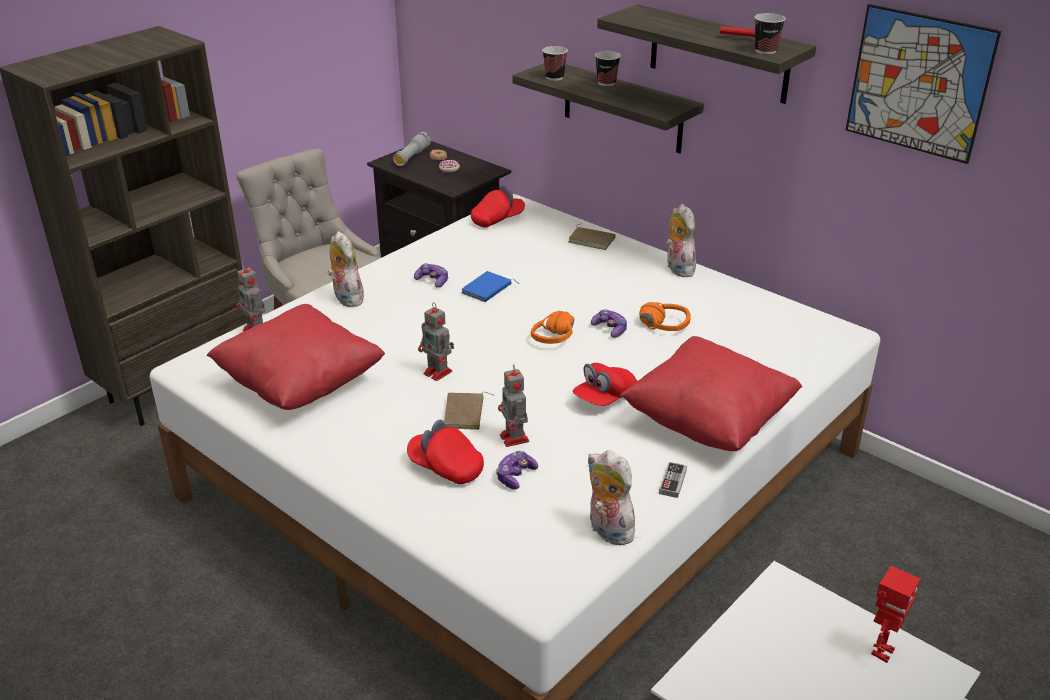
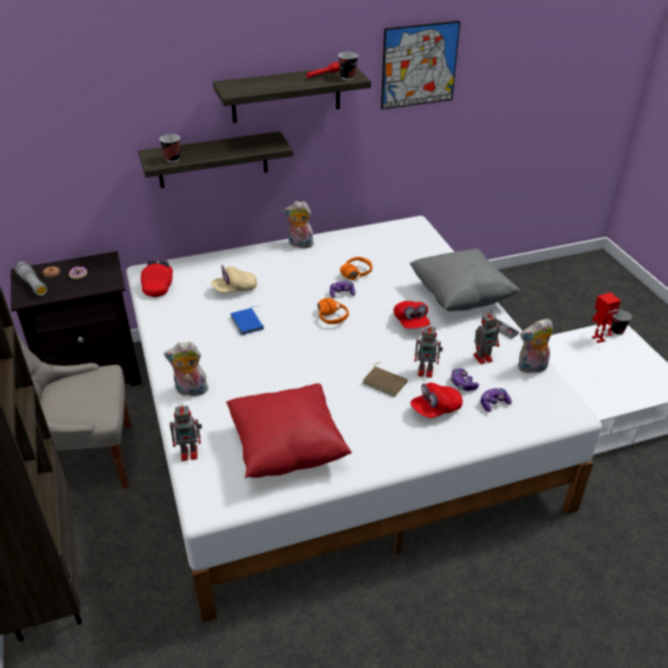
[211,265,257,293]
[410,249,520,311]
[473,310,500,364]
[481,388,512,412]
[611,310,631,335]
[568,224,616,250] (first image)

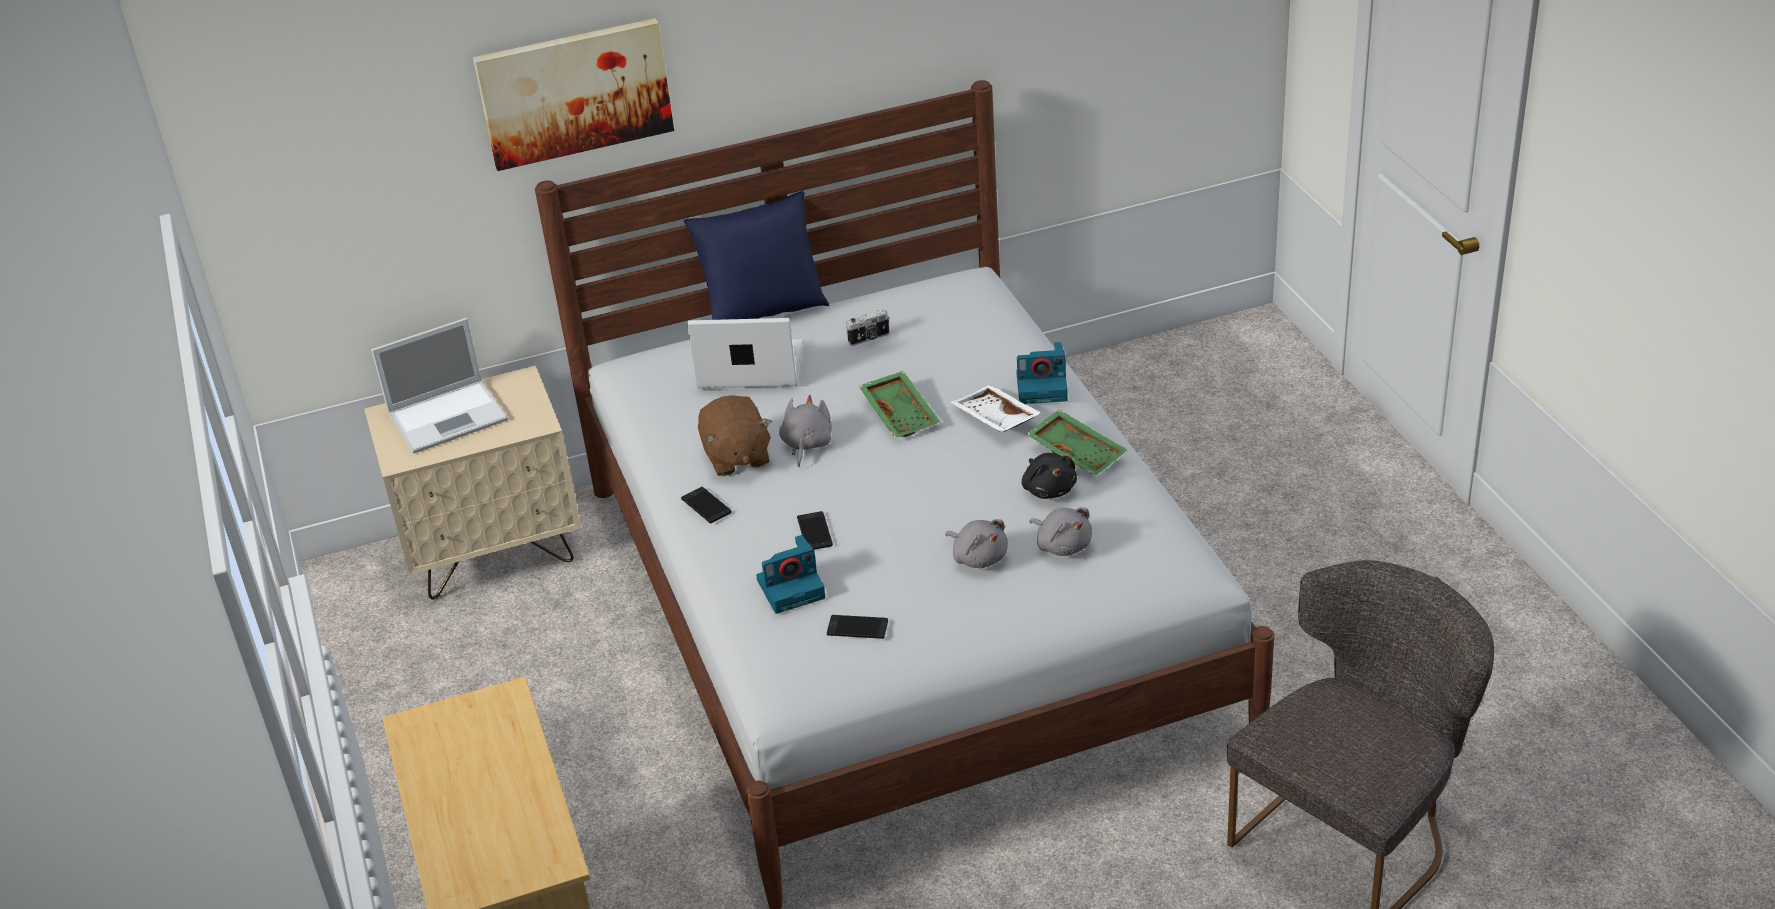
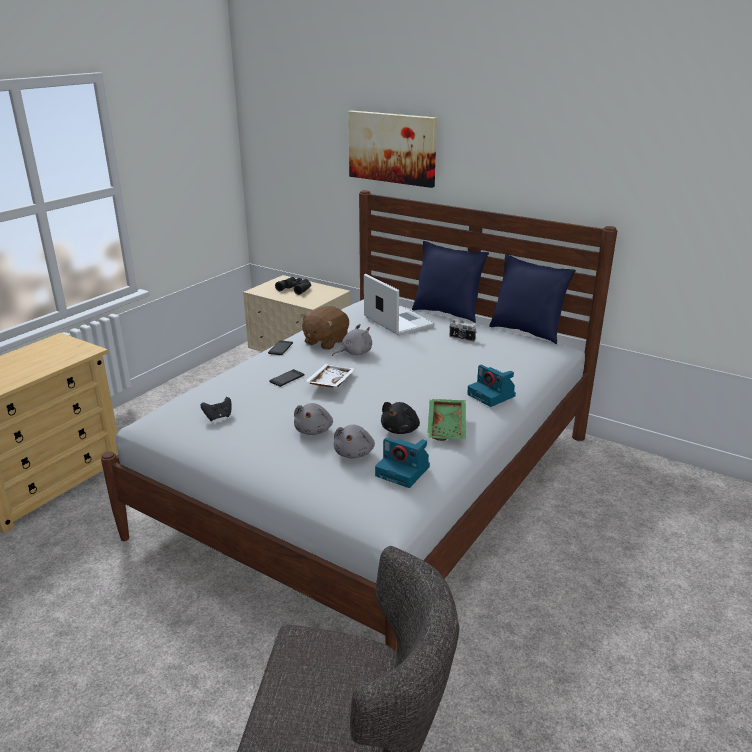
[200,397,232,421]
[275,277,311,295]
[304,364,355,388]
[375,438,430,488]
[489,255,576,344]
[859,371,941,438] (first image)

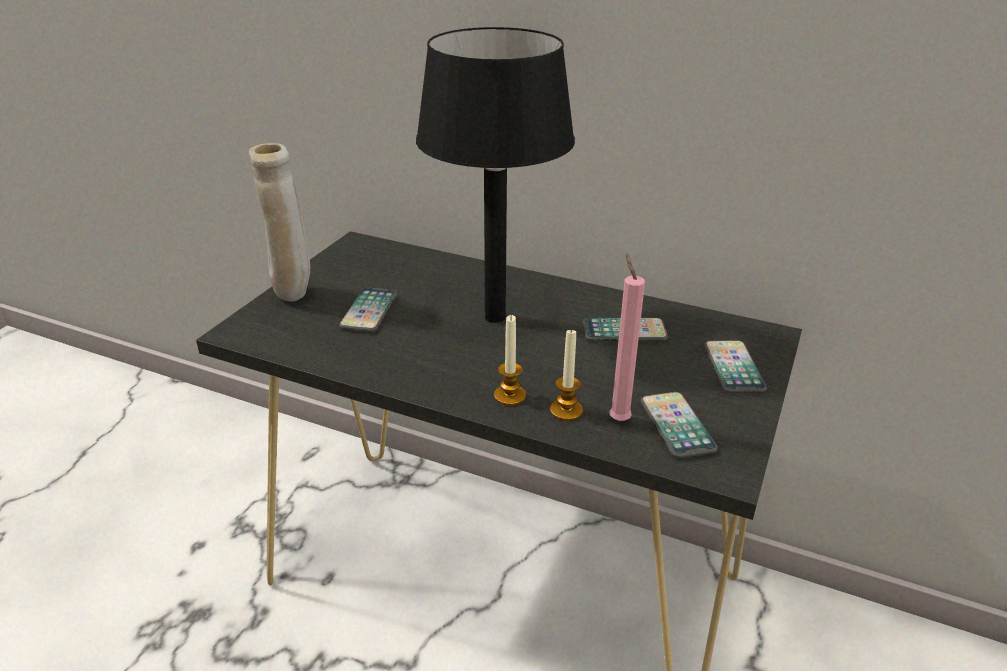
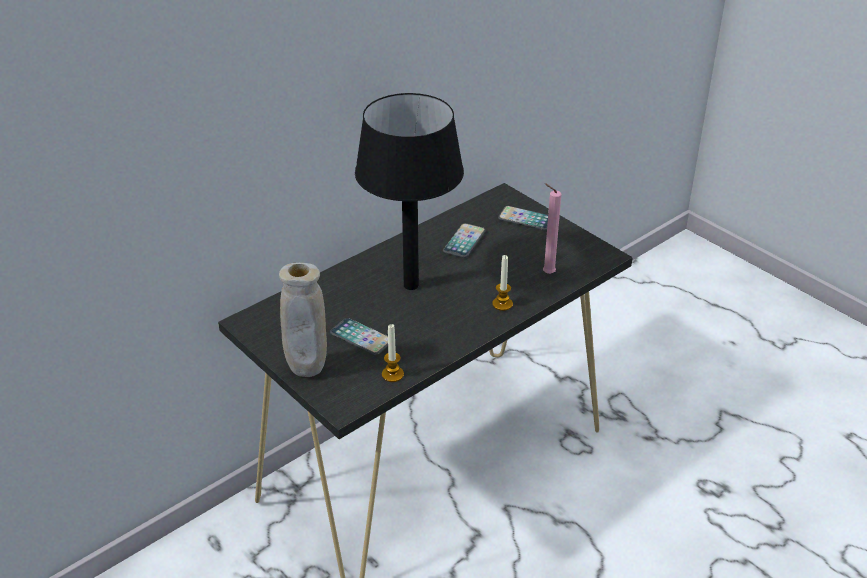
[382,324,404,382]
[640,392,718,458] (first image)

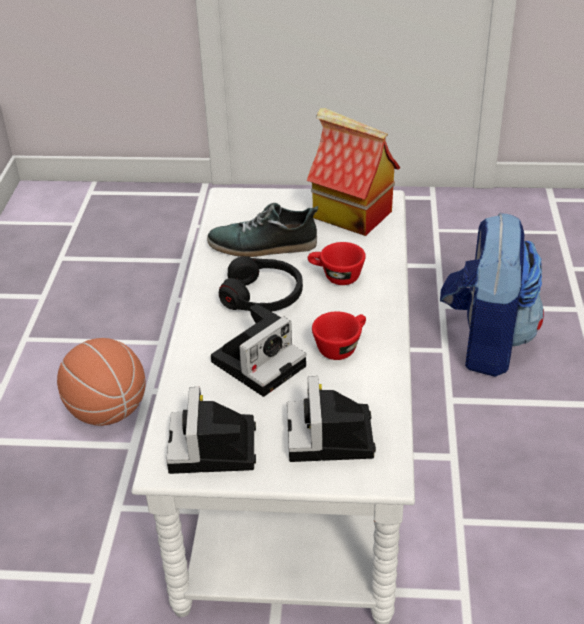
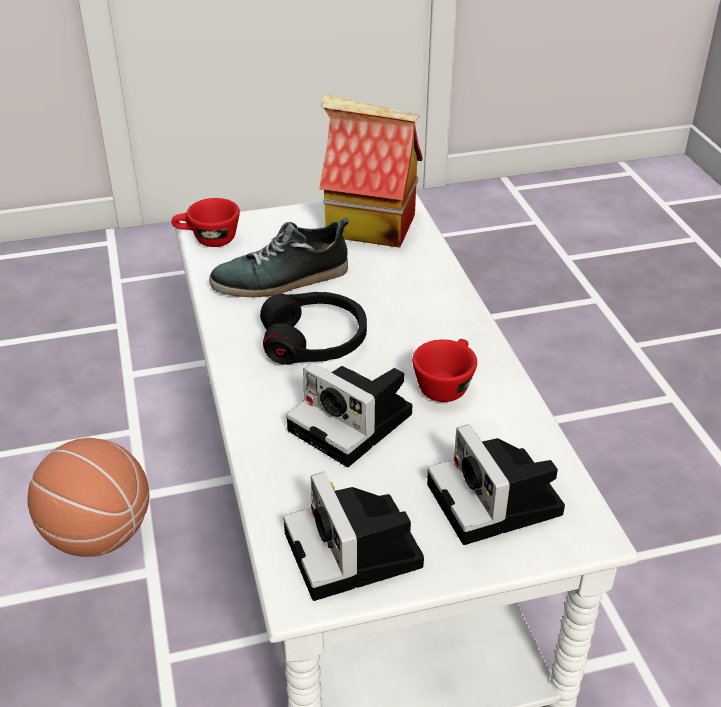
[171,198,240,247]
[286,362,412,467]
[440,213,544,377] (first image)

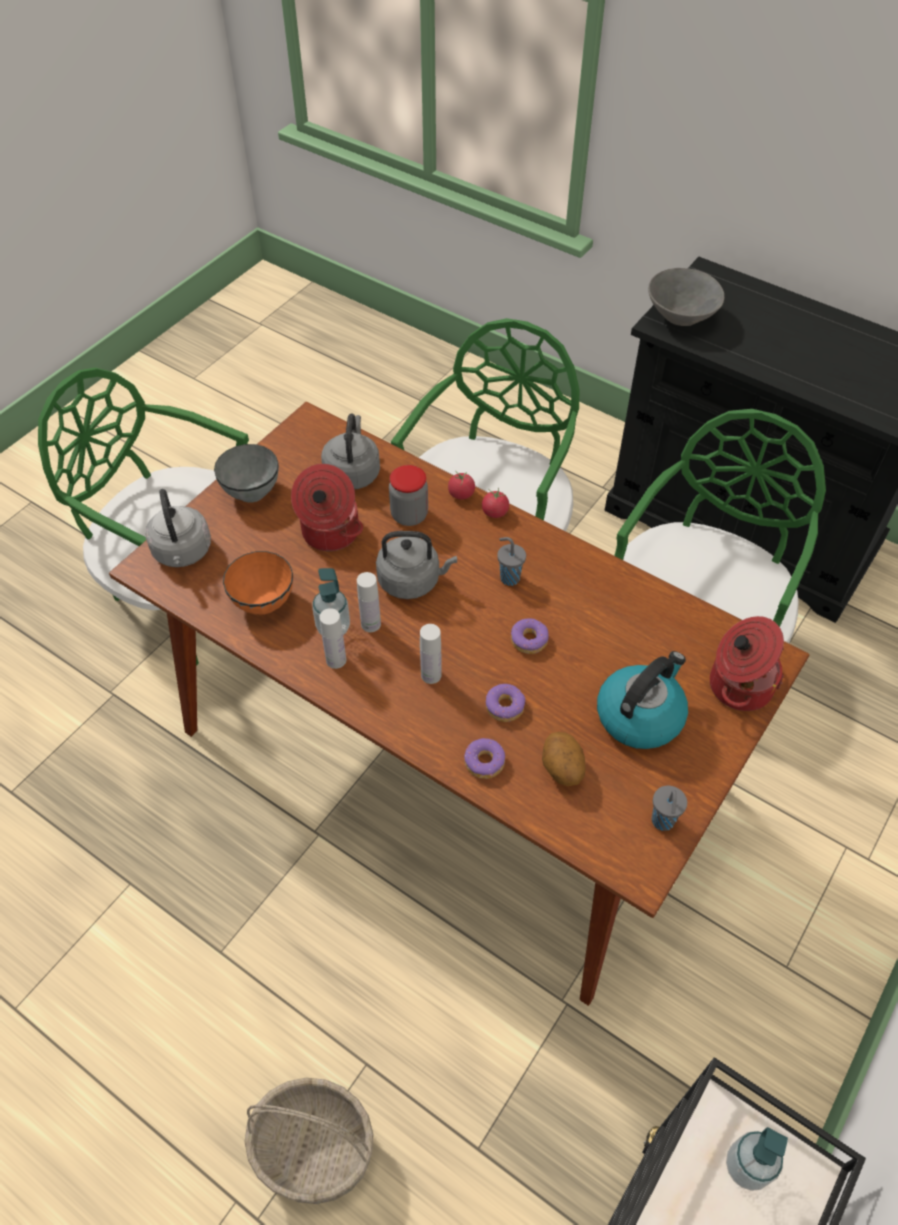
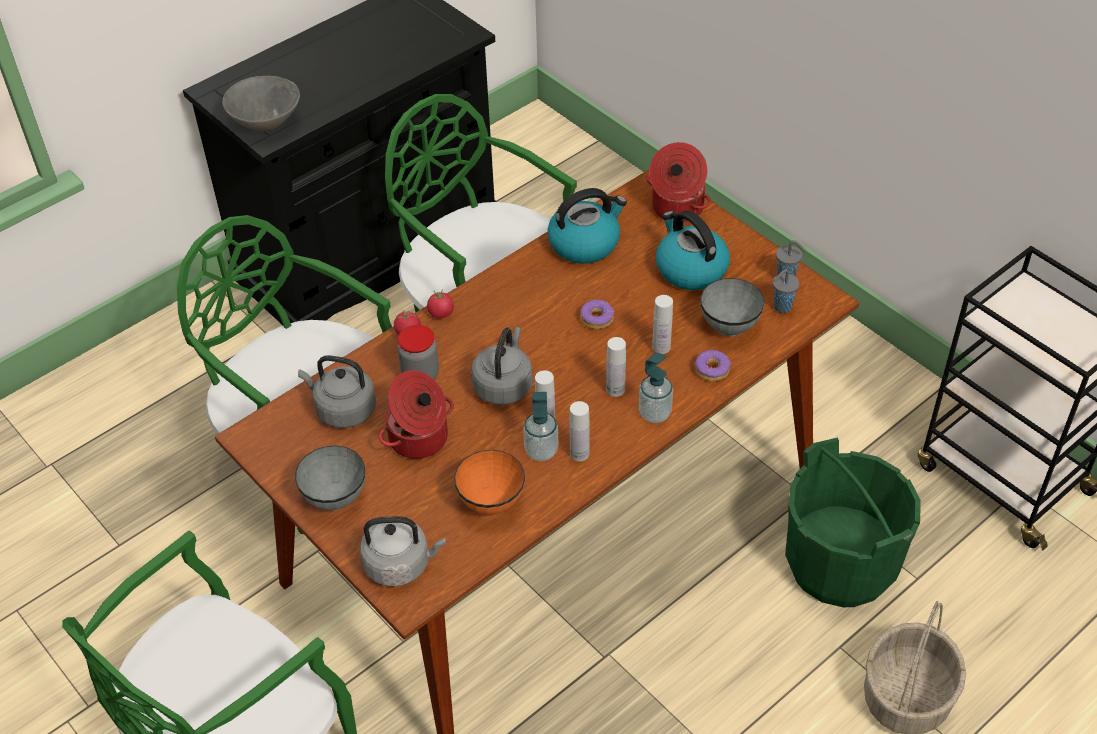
[548,188,627,264]
[639,352,673,423]
[652,295,673,354]
[700,278,765,336]
[773,269,800,313]
[785,438,921,607]

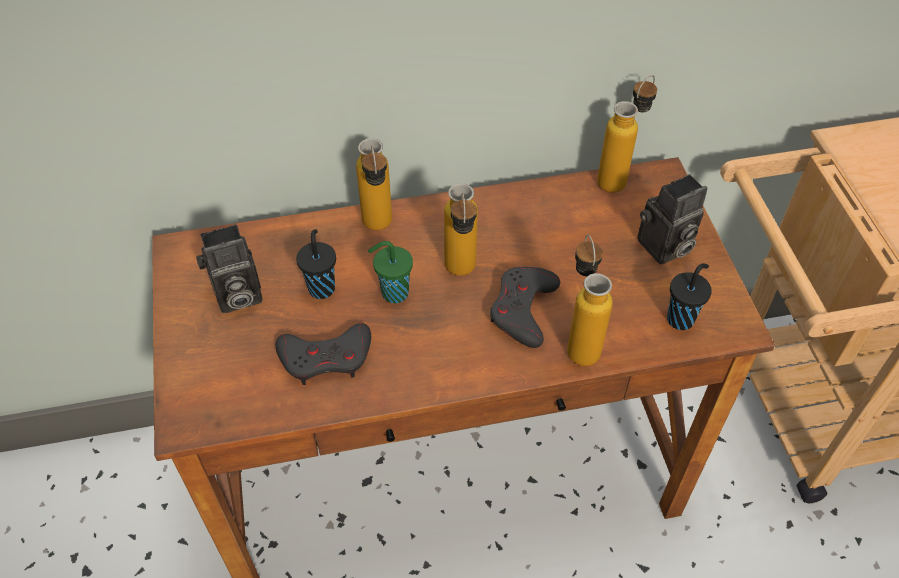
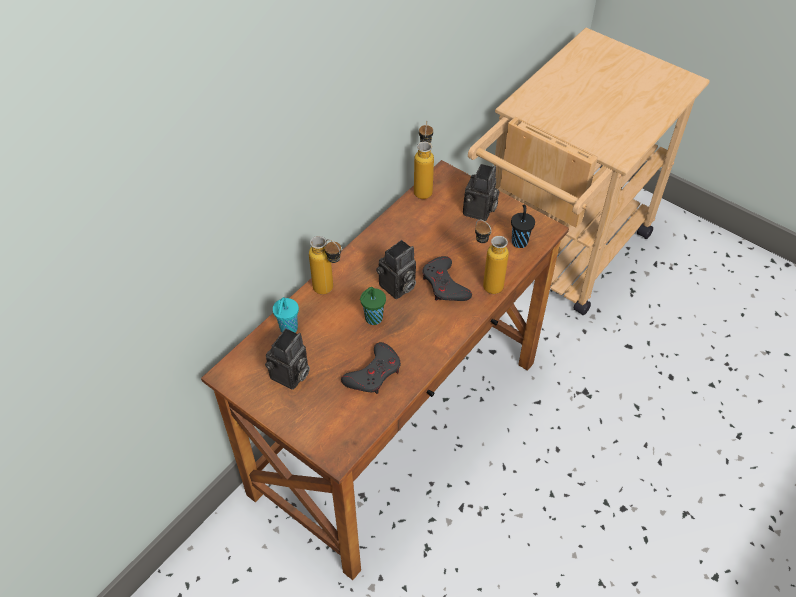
[273,297,299,333]
[376,240,416,299]
[296,229,336,299] (first image)

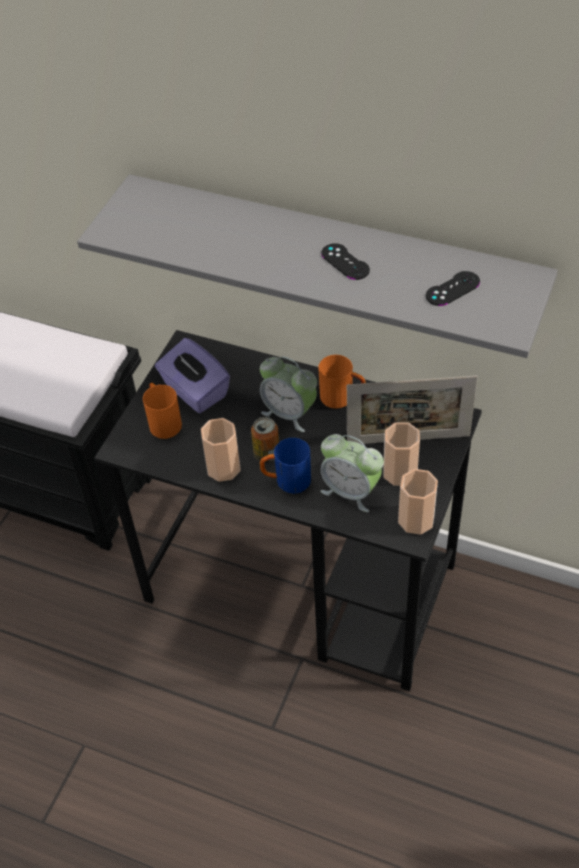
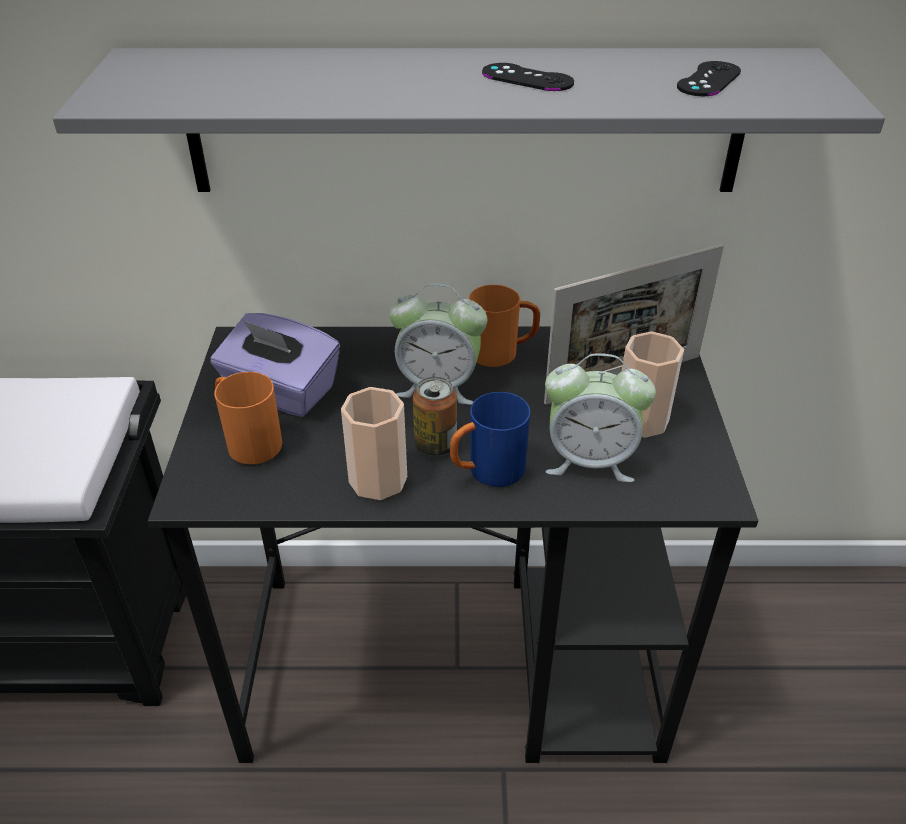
[398,469,438,535] (first image)

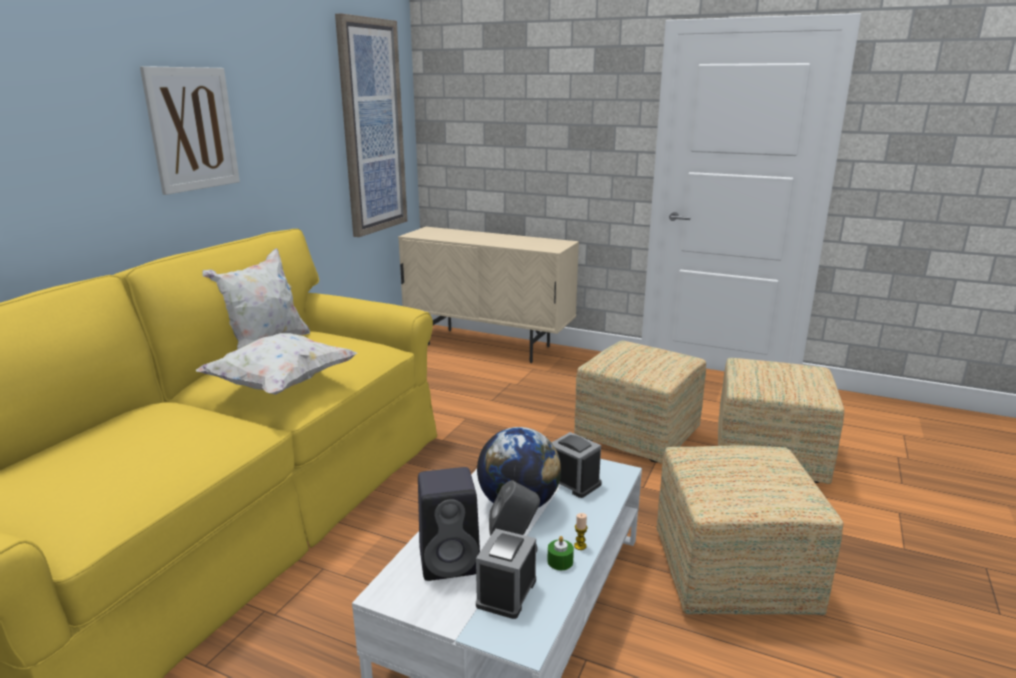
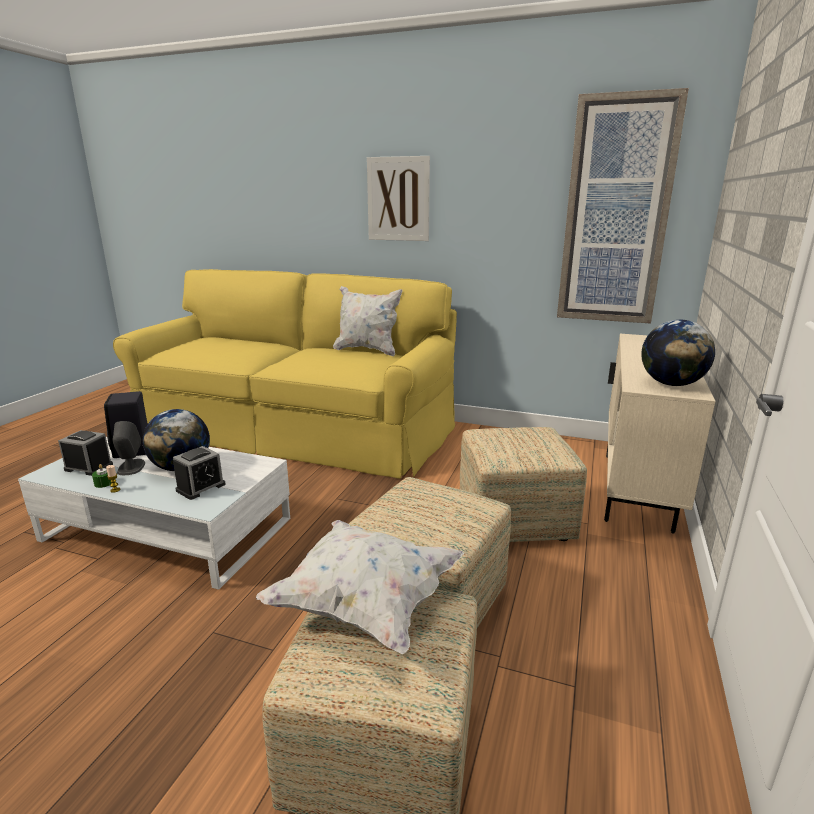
[256,520,464,654]
[460,427,587,542]
[641,320,715,386]

